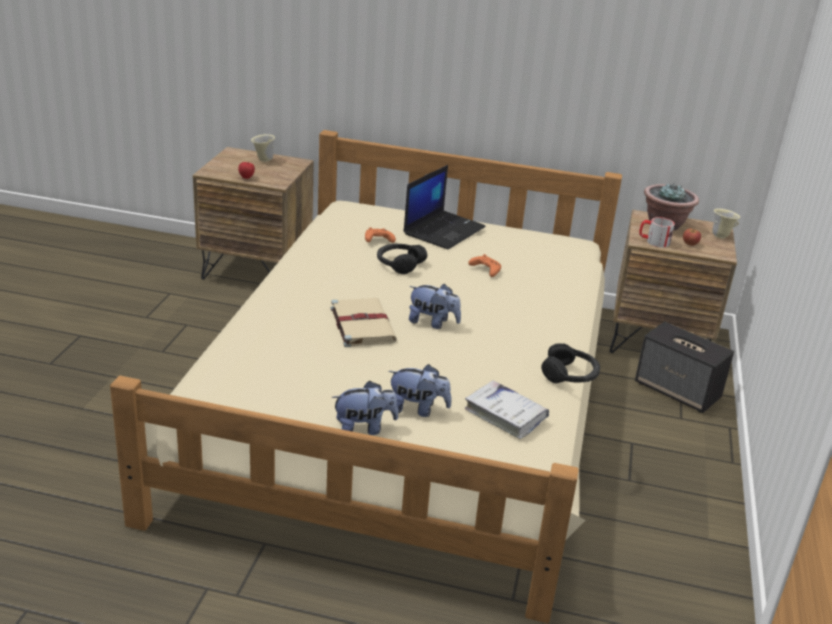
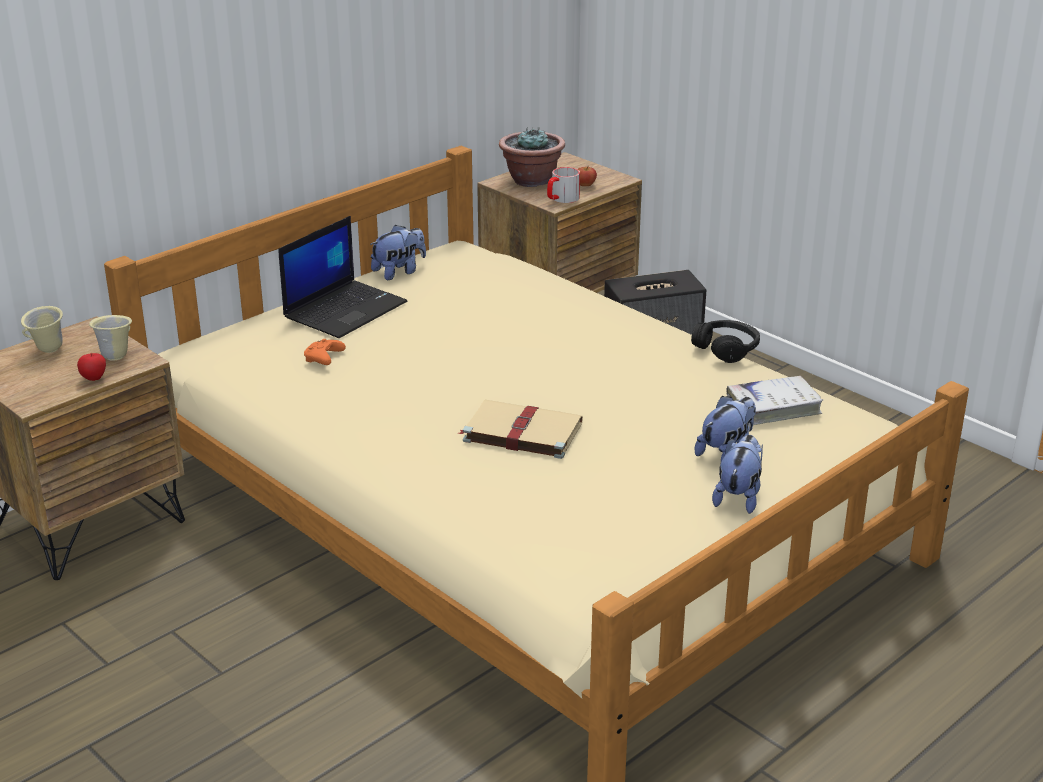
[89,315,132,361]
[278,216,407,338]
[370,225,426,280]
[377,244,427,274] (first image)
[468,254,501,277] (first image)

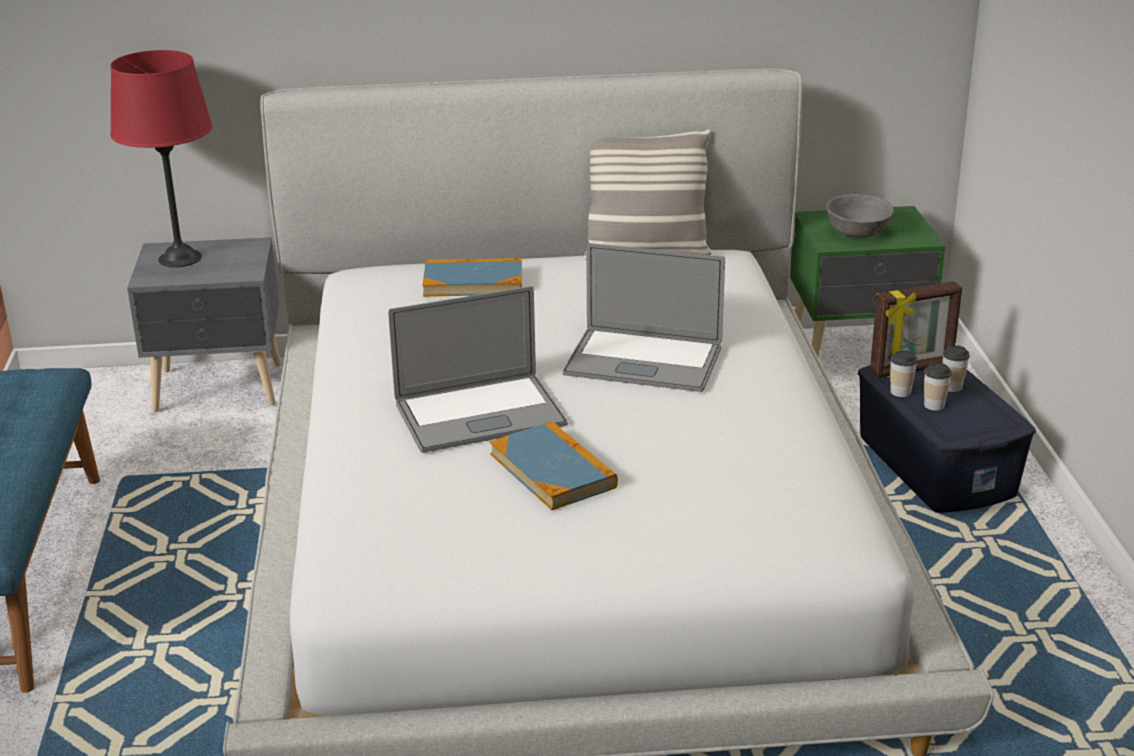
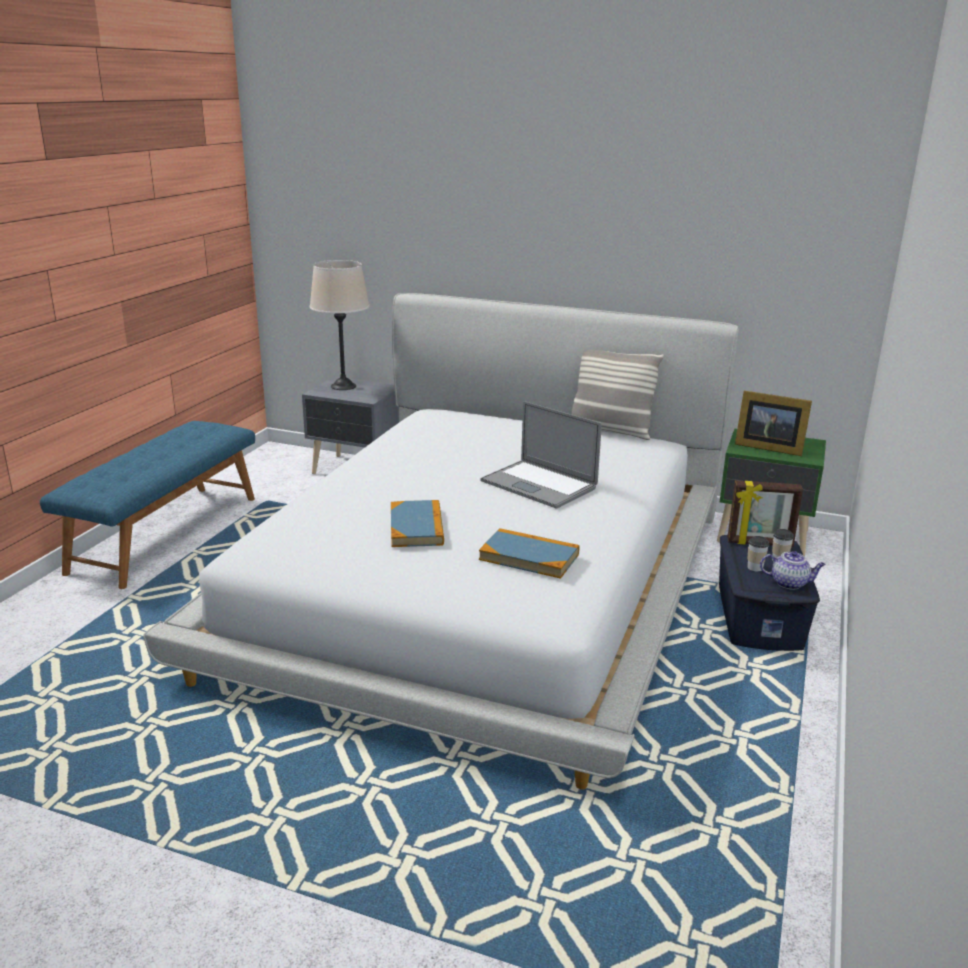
[310,260,370,390]
[479,528,579,579]
[735,391,812,456]
[760,551,826,589]
[388,286,568,453] (first image)
[890,350,918,397] (first image)

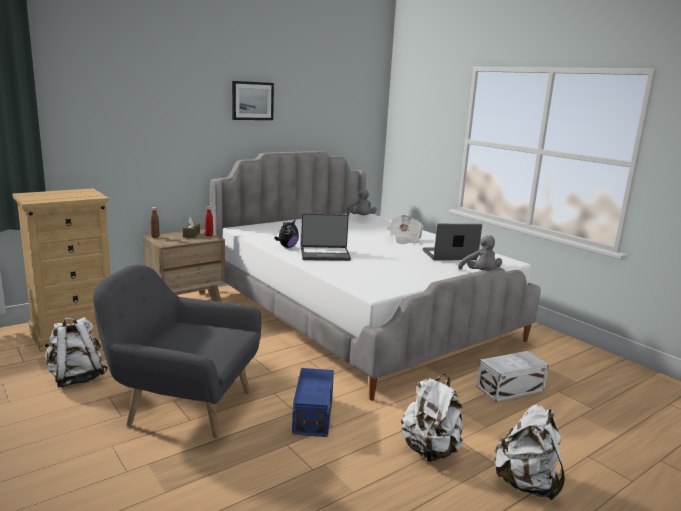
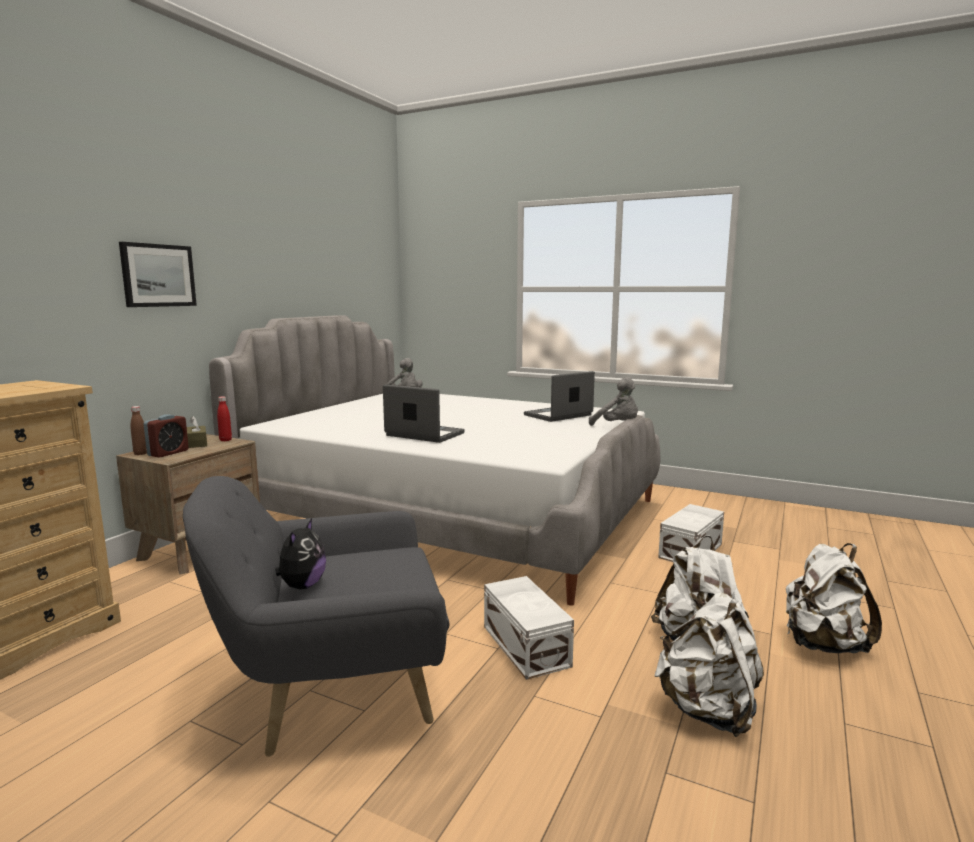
[119,242,197,307]
[144,414,189,458]
[275,519,326,589]
[383,385,465,443]
[484,576,574,680]
[655,592,764,737]
[388,215,424,244] (first image)

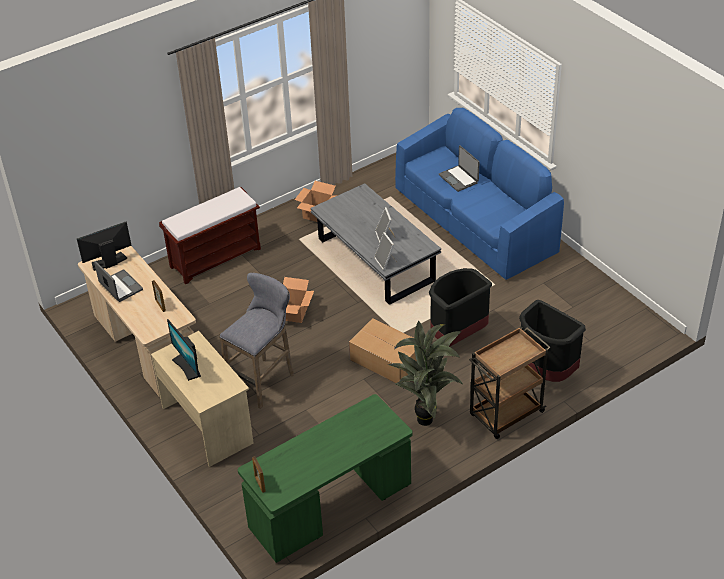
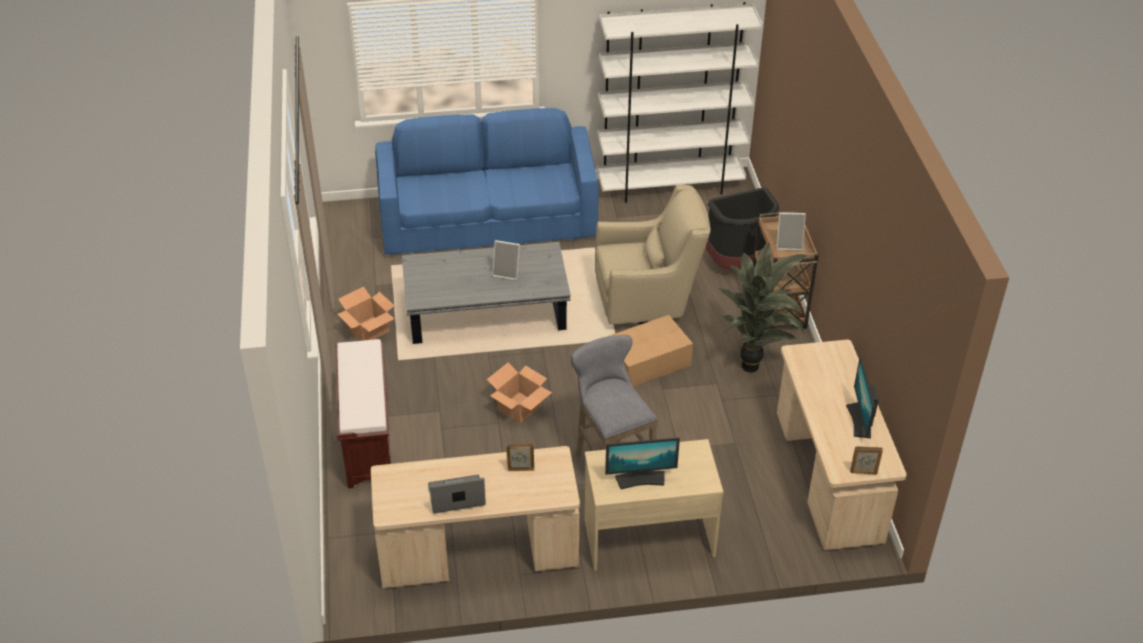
[595,185,711,325]
[597,2,763,203]
[777,212,806,251]
[777,340,907,550]
[846,357,878,438]
[439,145,480,192] (first image)

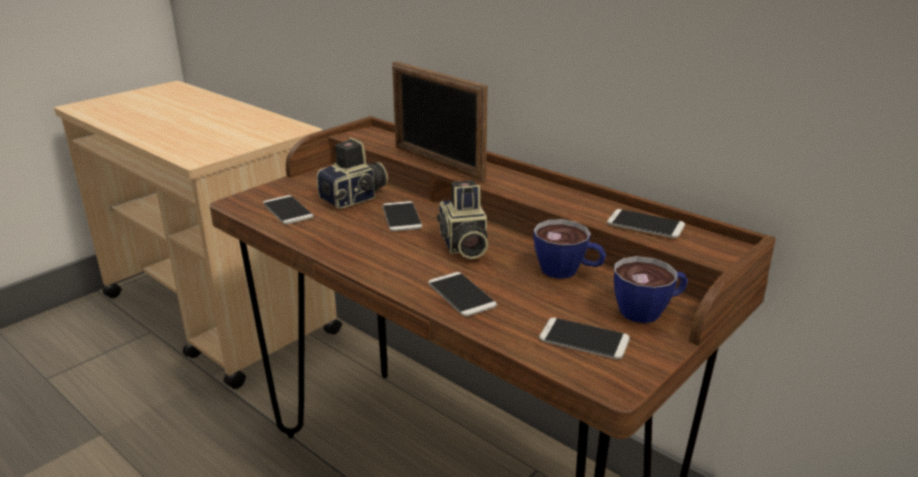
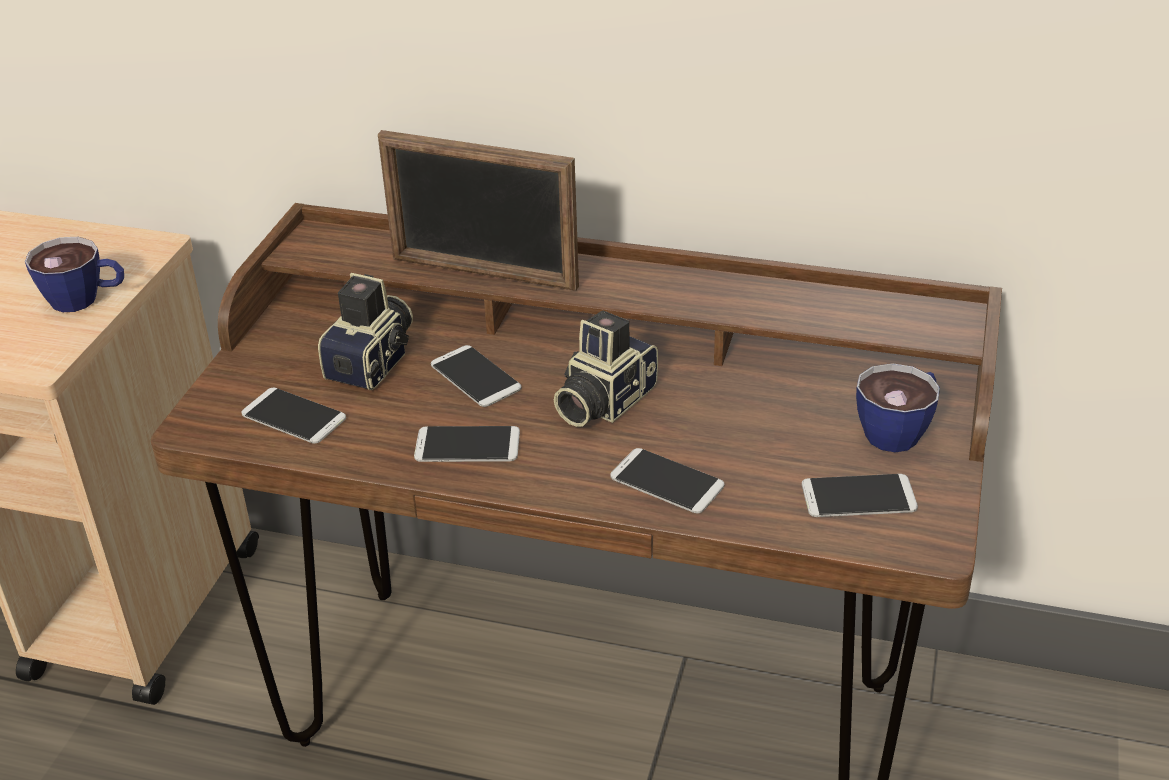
[25,237,124,312]
[414,426,520,462]
[554,311,658,427]

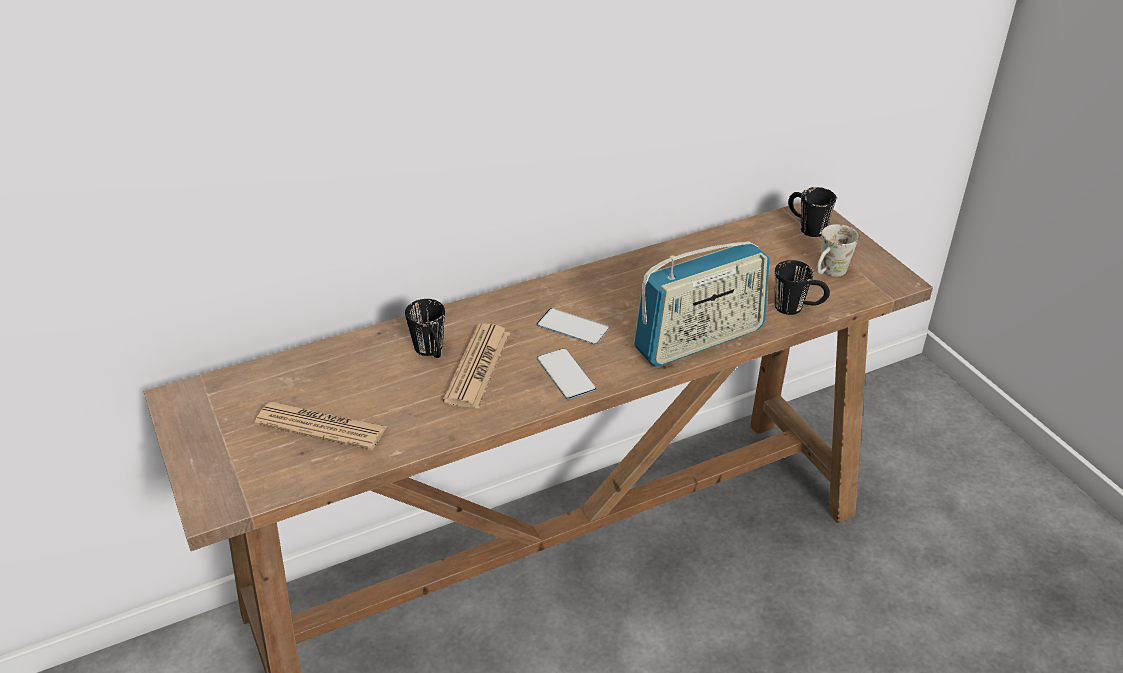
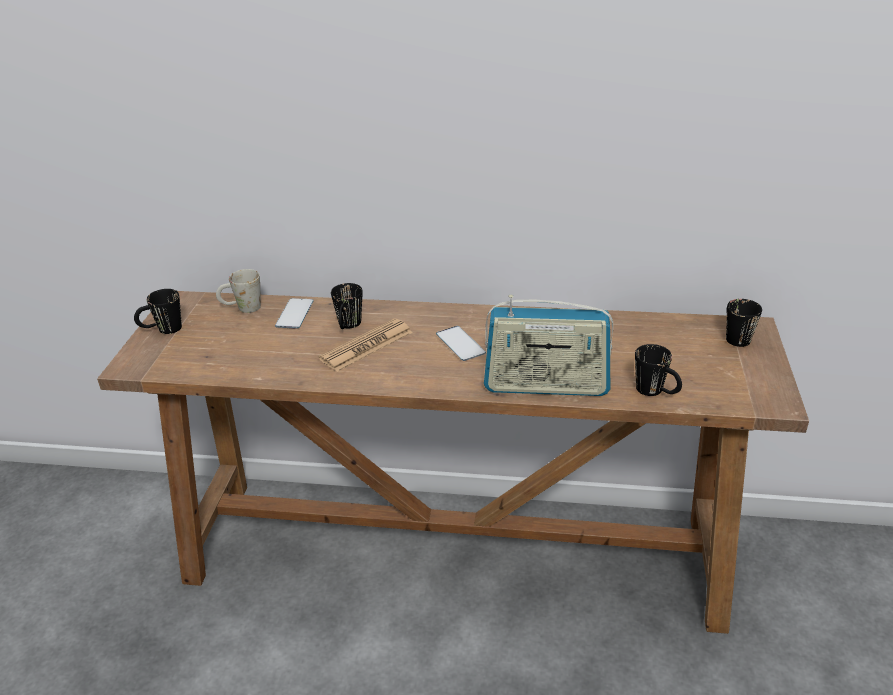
[134,289,182,334]
[216,269,261,313]
[275,298,313,329]
[254,402,387,450] (first image)

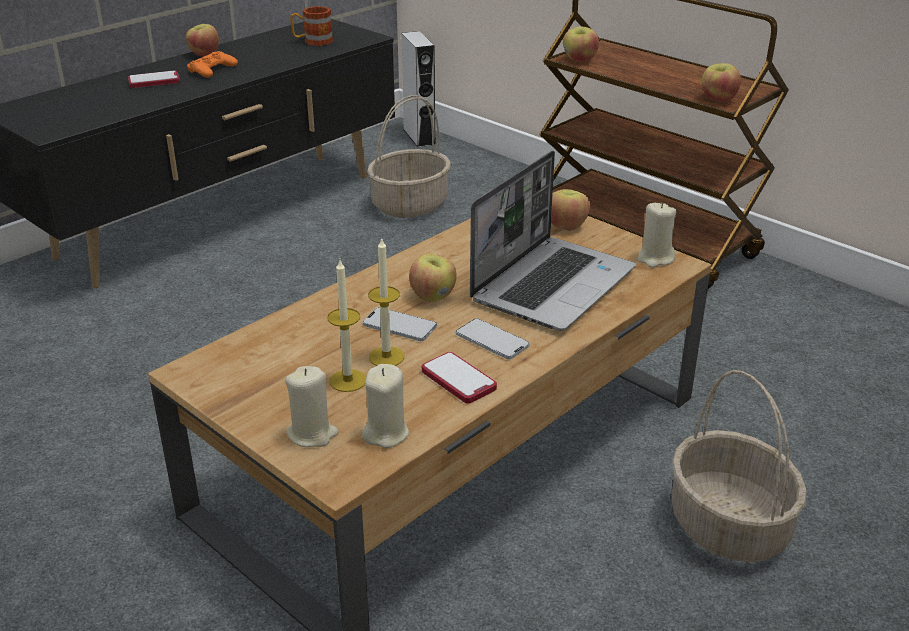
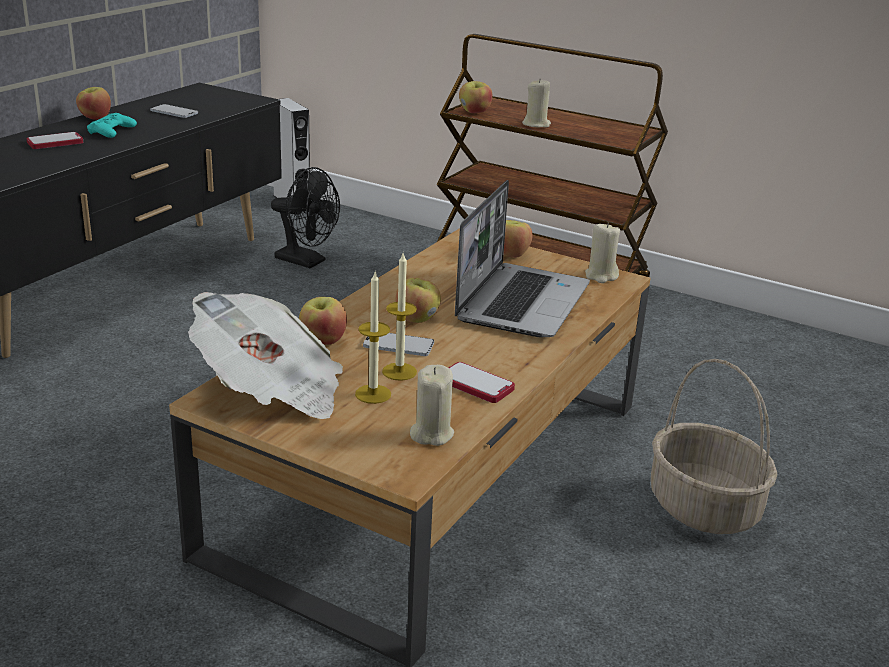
[87,113,137,138]
[150,104,198,118]
[188,292,343,419]
[271,167,340,268]
[299,297,347,344]
[522,78,551,127]
[290,6,333,46] (first image)

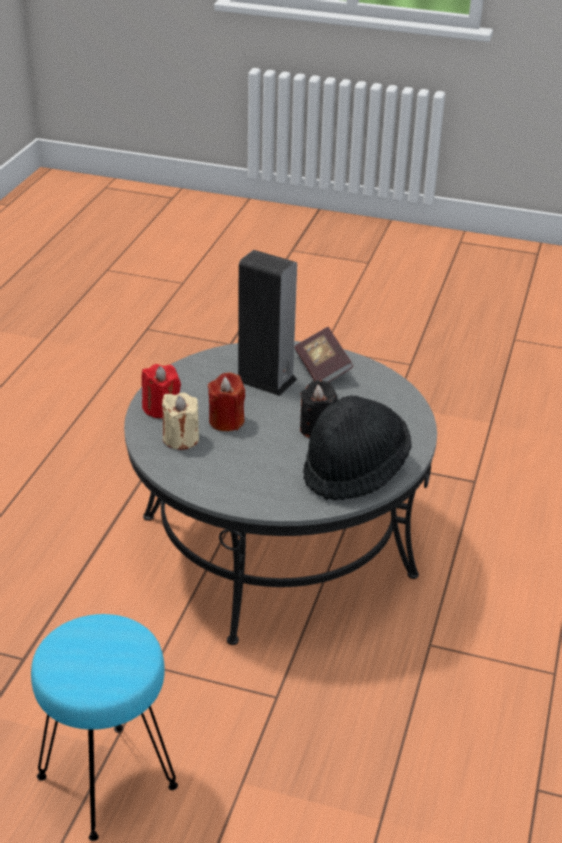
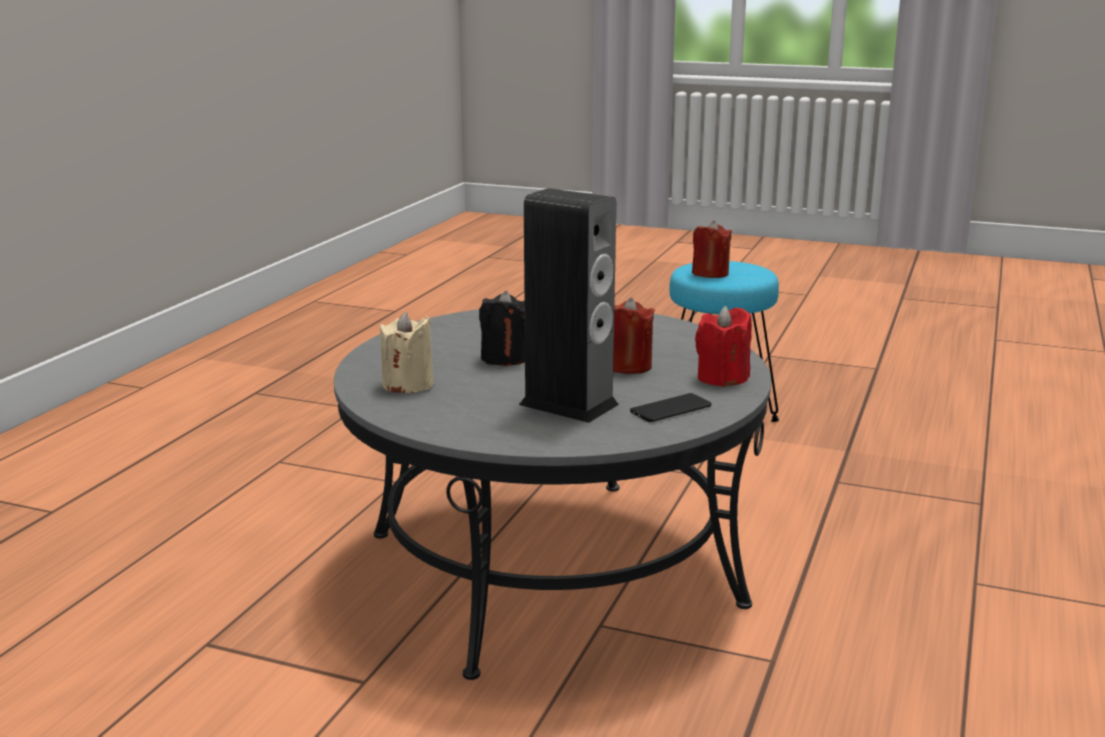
[380,312,434,393]
[630,393,711,422]
[692,220,732,278]
[294,327,354,382] (first image)
[303,395,412,501] (first image)

